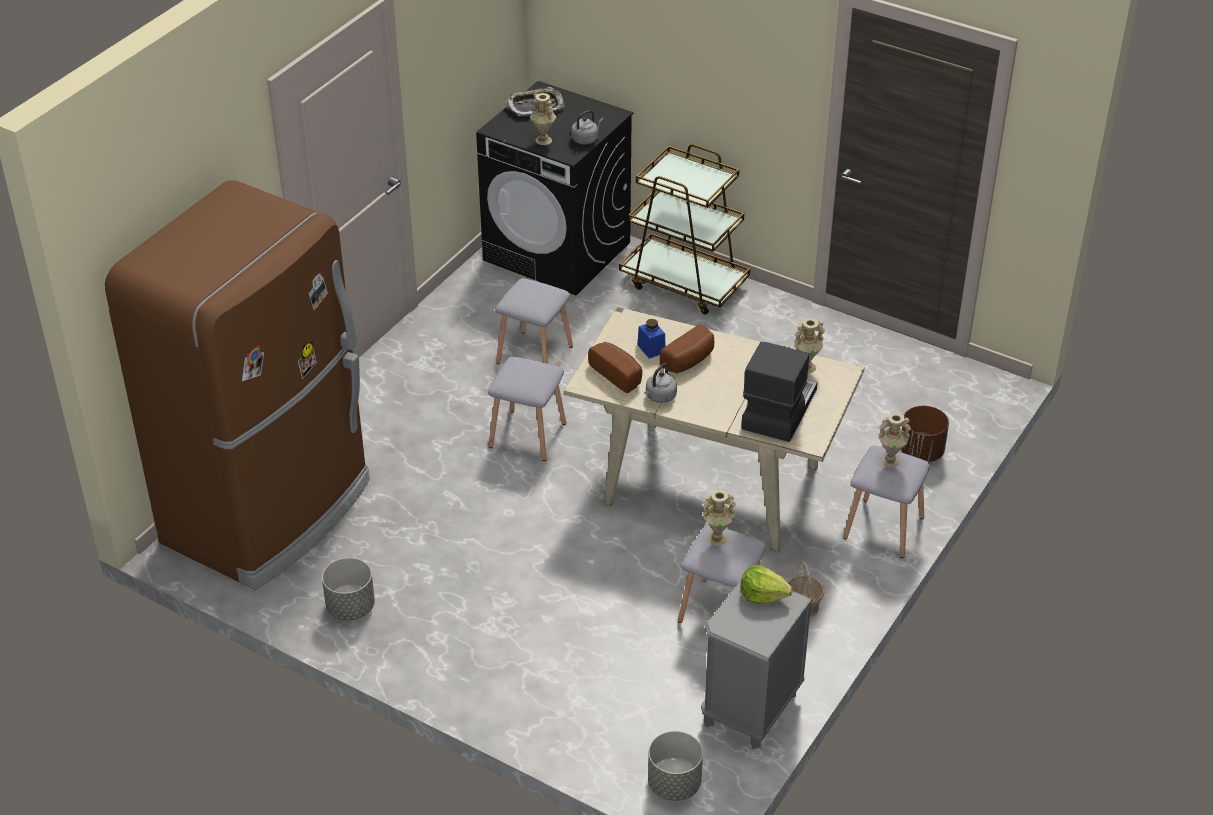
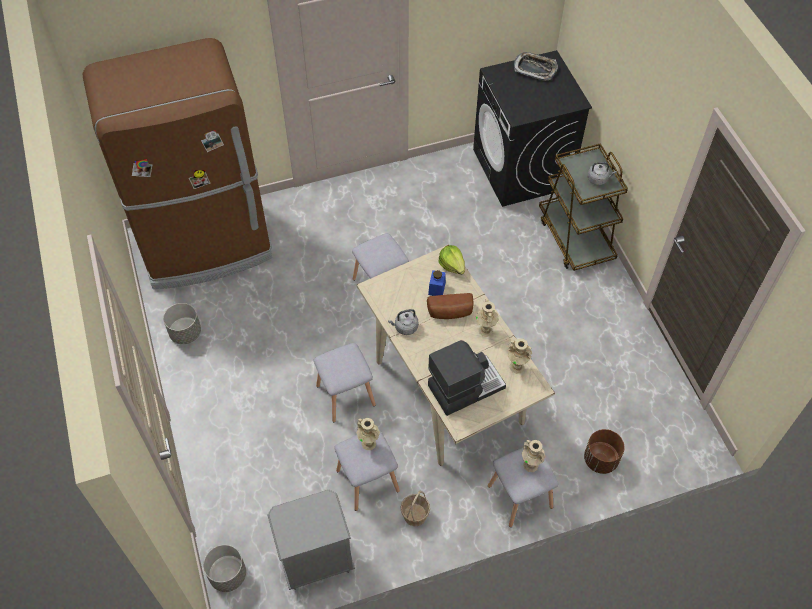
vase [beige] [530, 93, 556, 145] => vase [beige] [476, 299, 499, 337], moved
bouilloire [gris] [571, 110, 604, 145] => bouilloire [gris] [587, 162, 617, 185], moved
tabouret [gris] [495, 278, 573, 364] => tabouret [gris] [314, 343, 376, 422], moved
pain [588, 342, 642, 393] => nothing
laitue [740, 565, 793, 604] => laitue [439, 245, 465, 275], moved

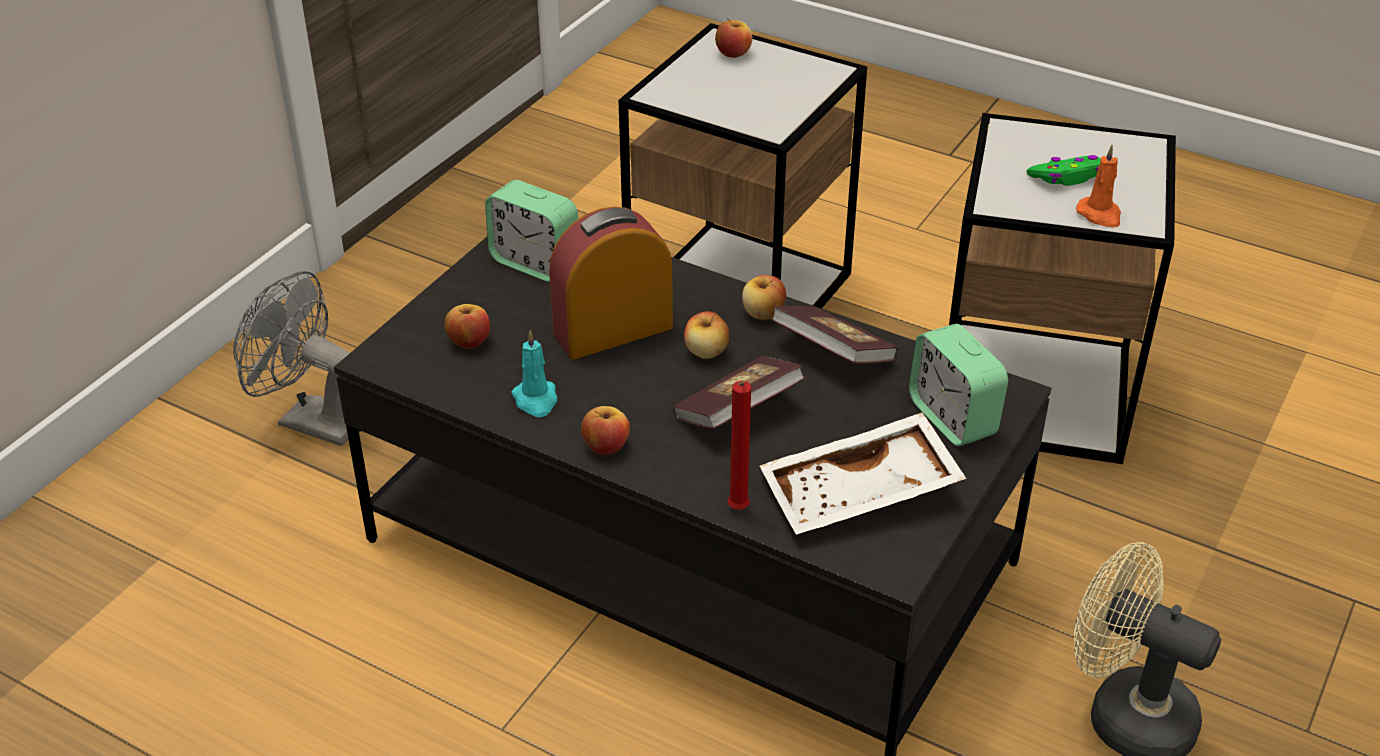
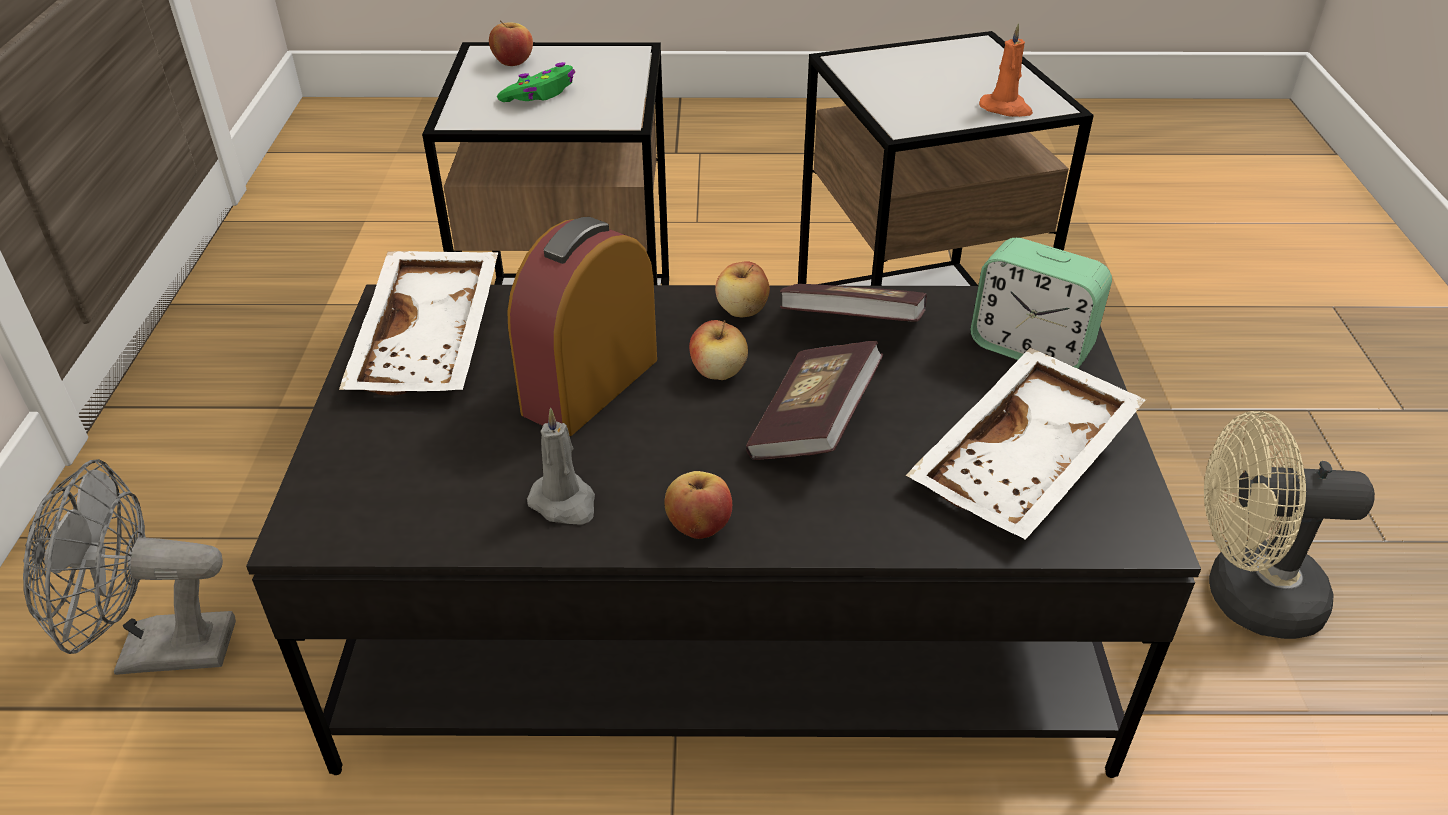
manette [vert] [1027, 155, 1101, 186] => manette [vert] [497, 62, 575, 102], moved
réveil [485, 180, 578, 282] => plateau [blanc] [339, 251, 499, 396]
pomme [444, 304, 490, 349] => nothing
bougie [turquoise] [511, 330, 557, 417] => bougie [gris] [527, 408, 595, 525]
bougie [rouge] [728, 381, 751, 509] => nothing

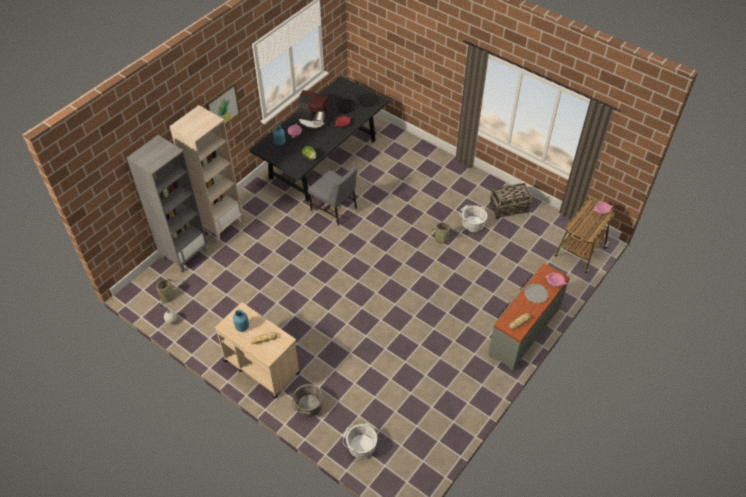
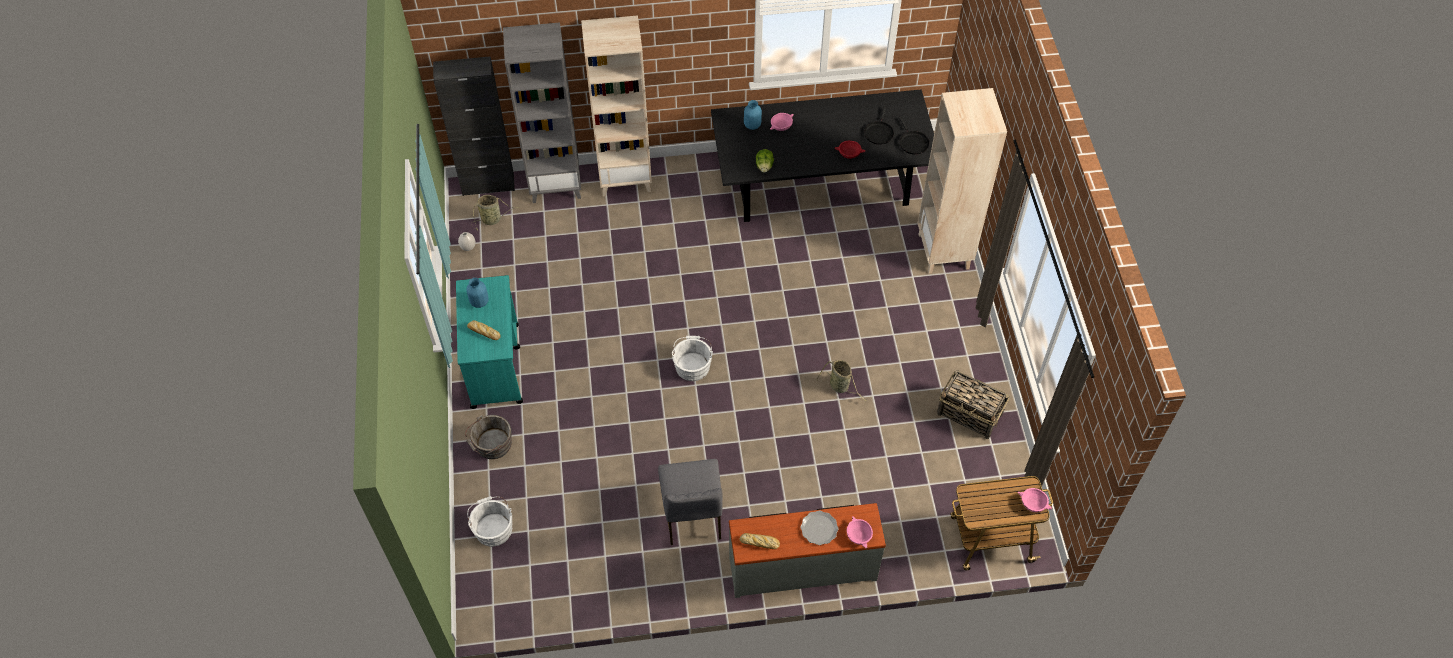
tableau [206, 84, 240, 125] => nothing
machine à café [297, 90, 331, 131] => nothing
chaise [gris] [308, 165, 357, 226] => chaise [gris] [658, 459, 723, 545], moved
seau [blanc] [459, 204, 487, 232] => seau [blanc] [672, 336, 713, 381], moved
chariot [beige] [215, 302, 300, 399] => chariot [turquoise] [456, 275, 523, 409]
nothing => meuble de rangement [noir] [433, 56, 515, 196]
nothing => bibliothèque [beige] [918, 88, 1007, 274]

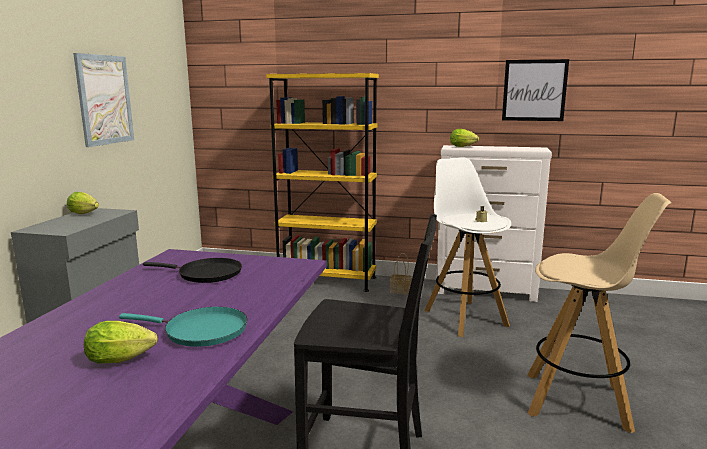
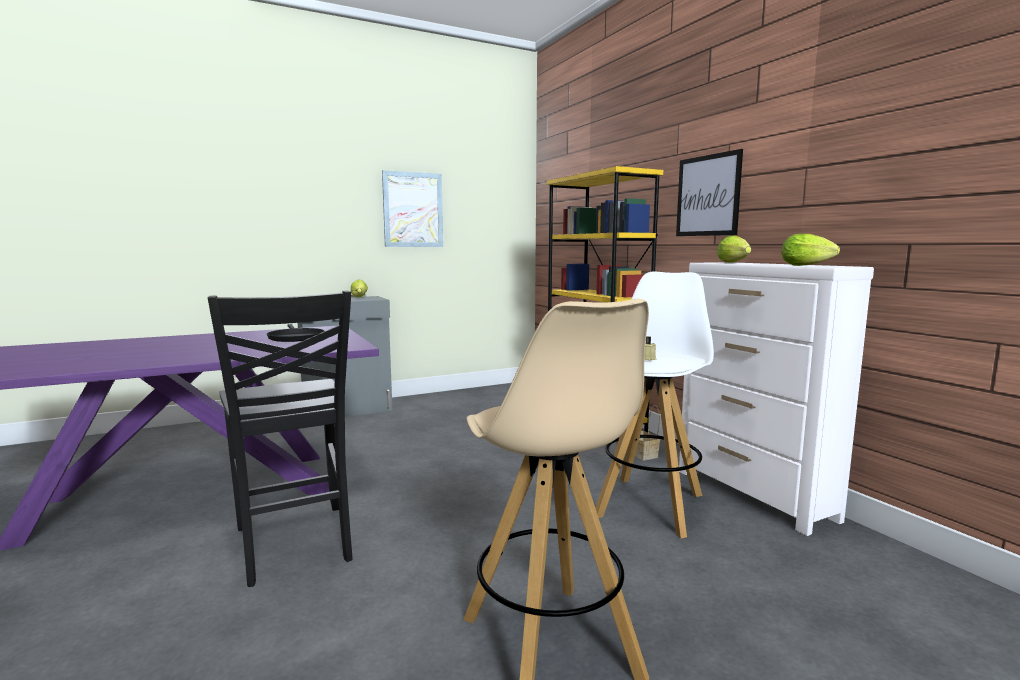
tableau [502, 59, 569, 121] => tableau [676, 149, 743, 236], moved
poêle [turquoise] [119, 307, 247, 347] => nothing
laitue [84, 321, 158, 363] => laitue [781, 234, 840, 266], moved

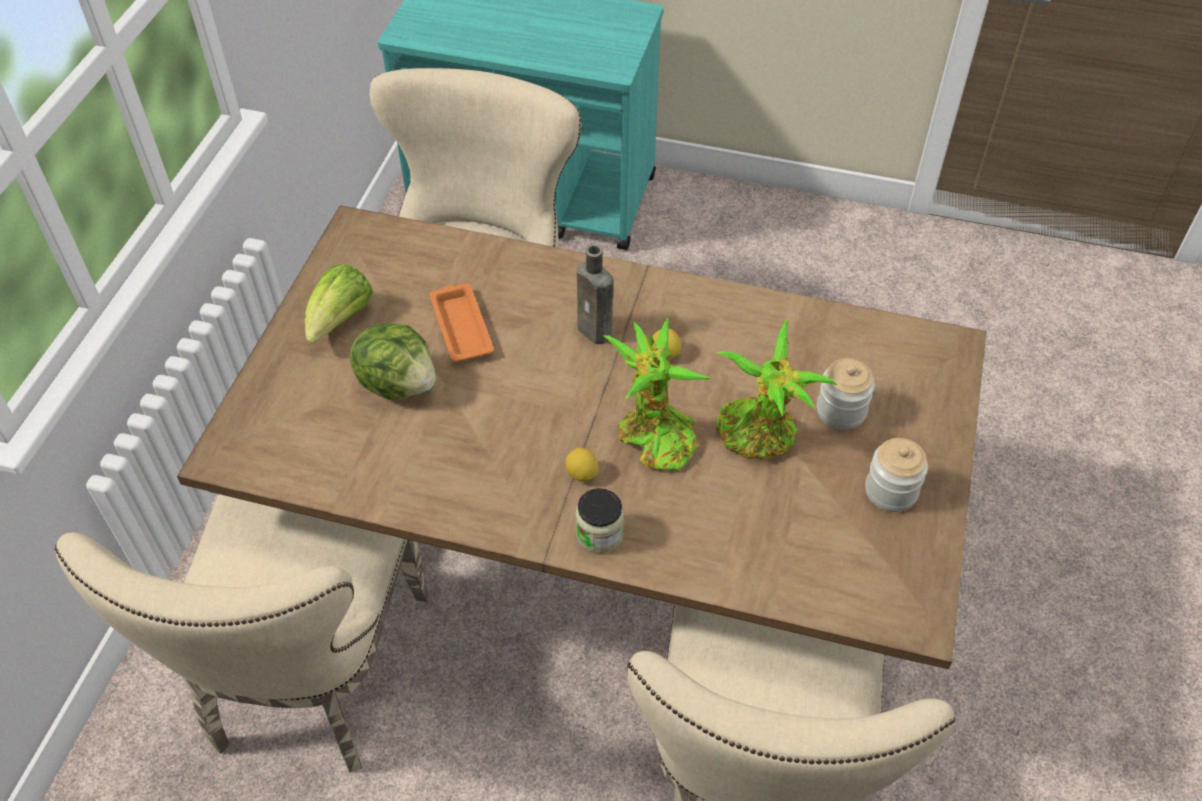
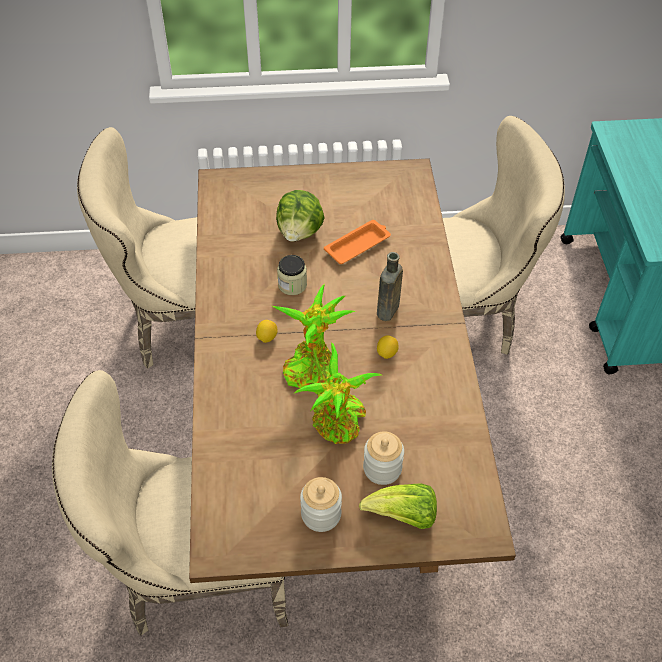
laitue [305, 264, 373, 344] => laitue [359, 484, 437, 529], moved
bocal [576, 488, 624, 553] => bocal [277, 255, 307, 295], moved

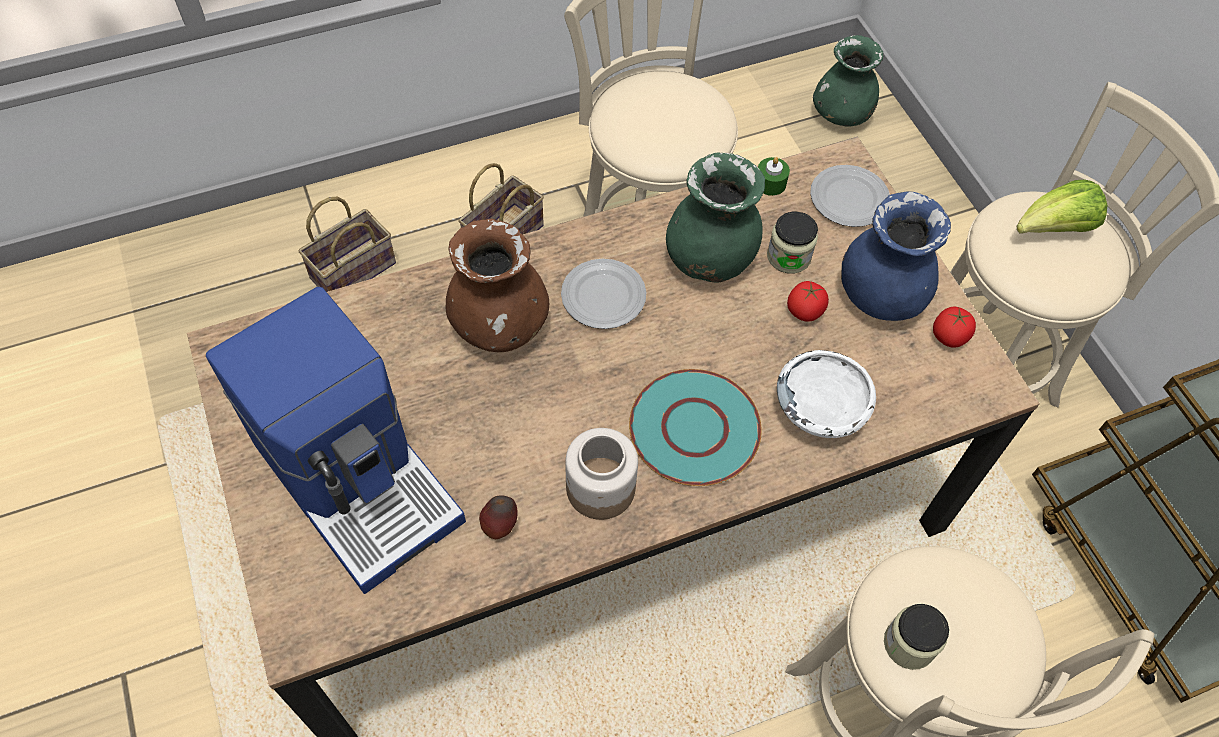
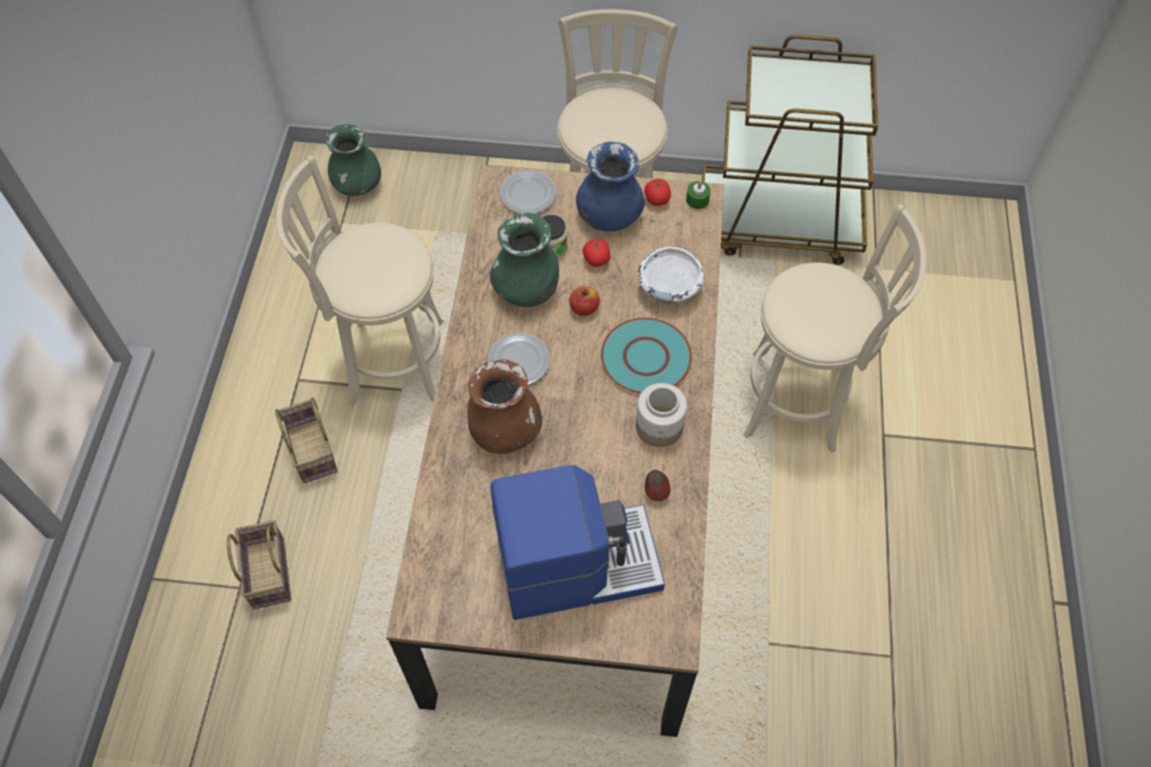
bougie [vert] [758, 157, 790, 196] => bougie [vert] [686, 181, 711, 209], moved
laitue [1017, 180, 1107, 233] => nothing
bocal [884, 604, 949, 670] => nothing
nothing => pomme [569, 286, 600, 316]

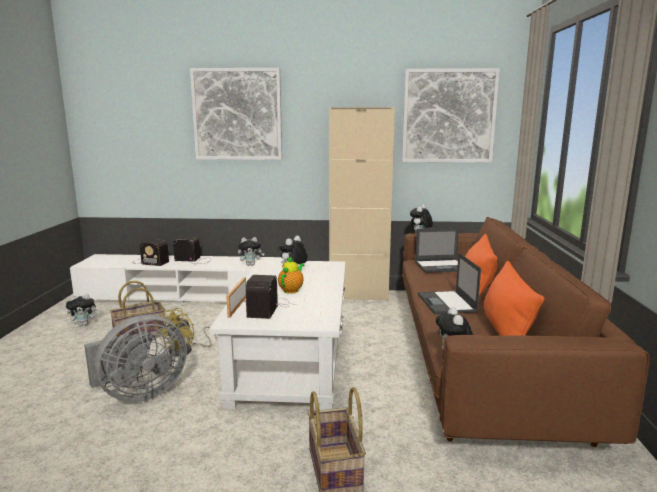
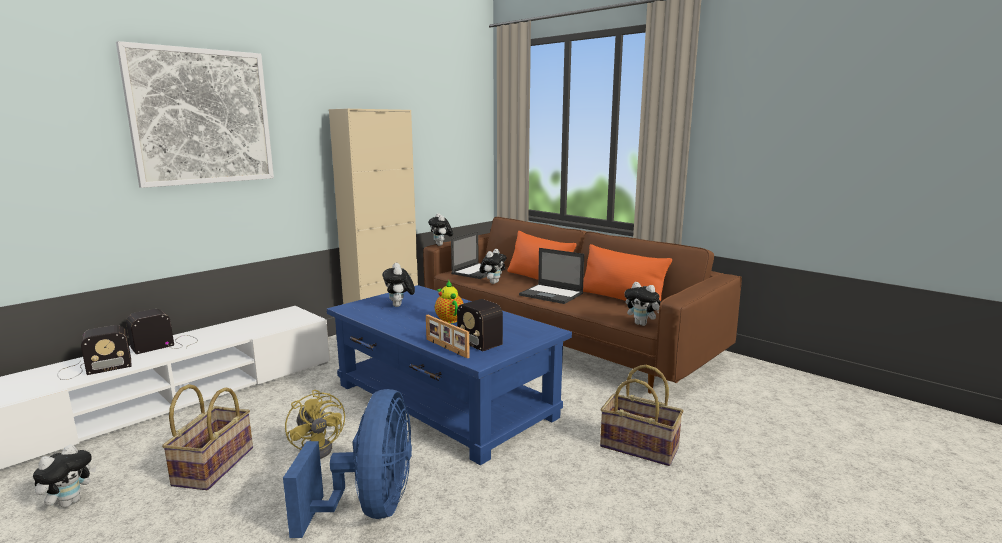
tableau [402, 68, 500, 163] => nothing
peluche [238, 237, 265, 266] => peluche [479, 249, 507, 284], moved
table basse [blanc] [209, 260, 346, 410] => table basse [bleu] [327, 285, 572, 465]
ventilateur [gris] [84, 315, 187, 403] => ventilateur [bleu] [283, 389, 412, 538]

